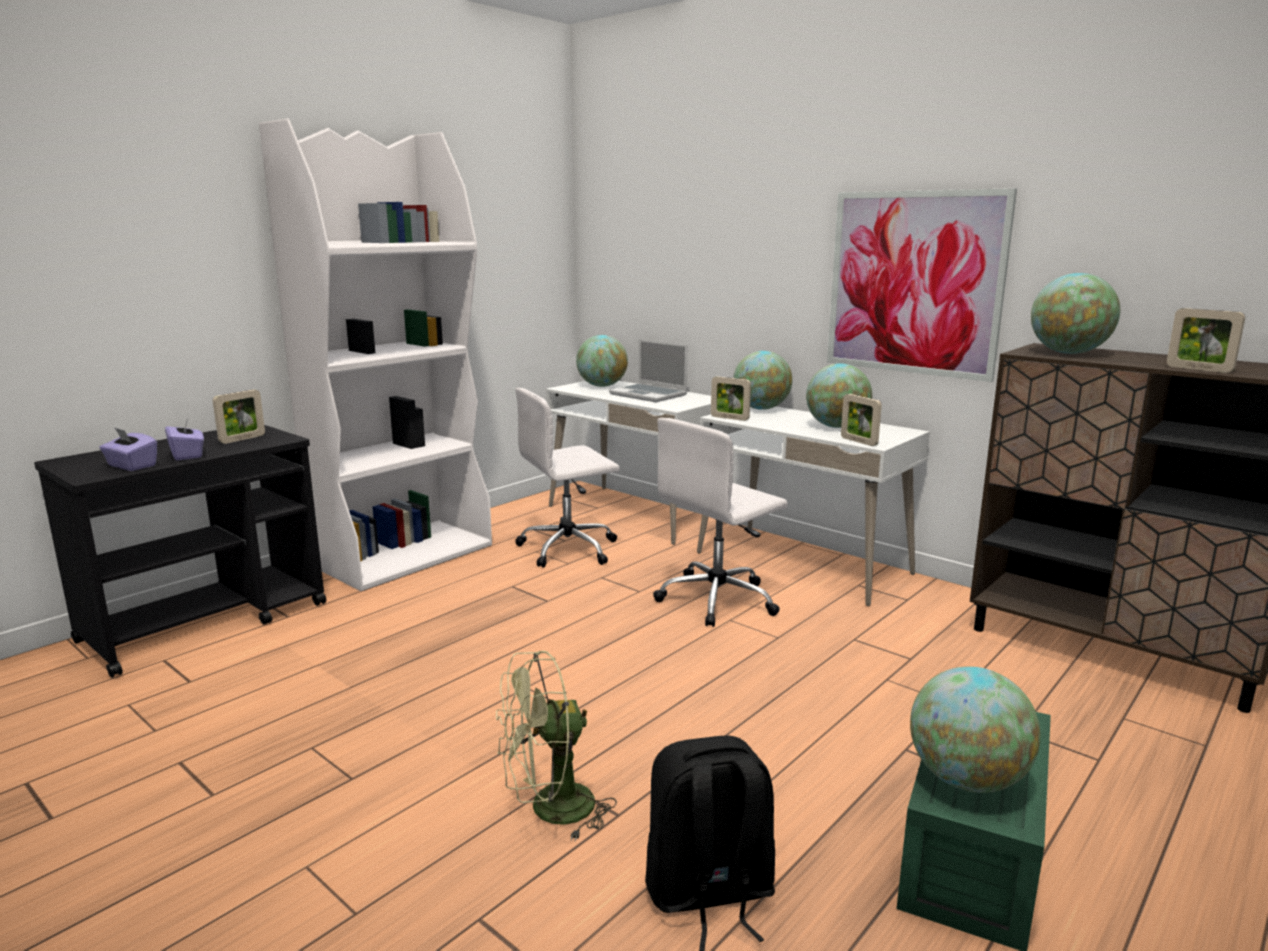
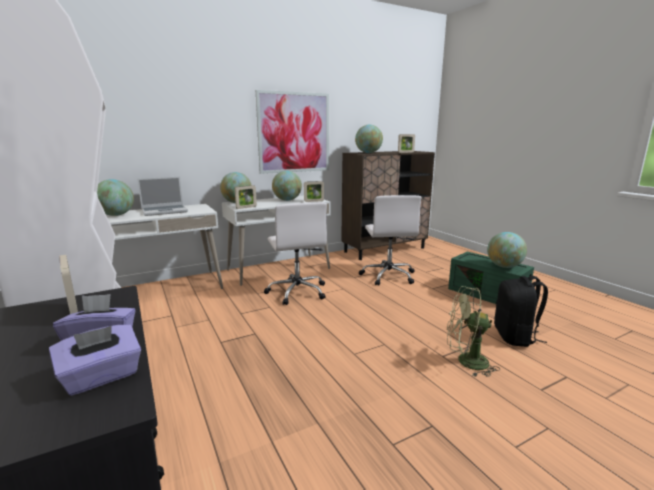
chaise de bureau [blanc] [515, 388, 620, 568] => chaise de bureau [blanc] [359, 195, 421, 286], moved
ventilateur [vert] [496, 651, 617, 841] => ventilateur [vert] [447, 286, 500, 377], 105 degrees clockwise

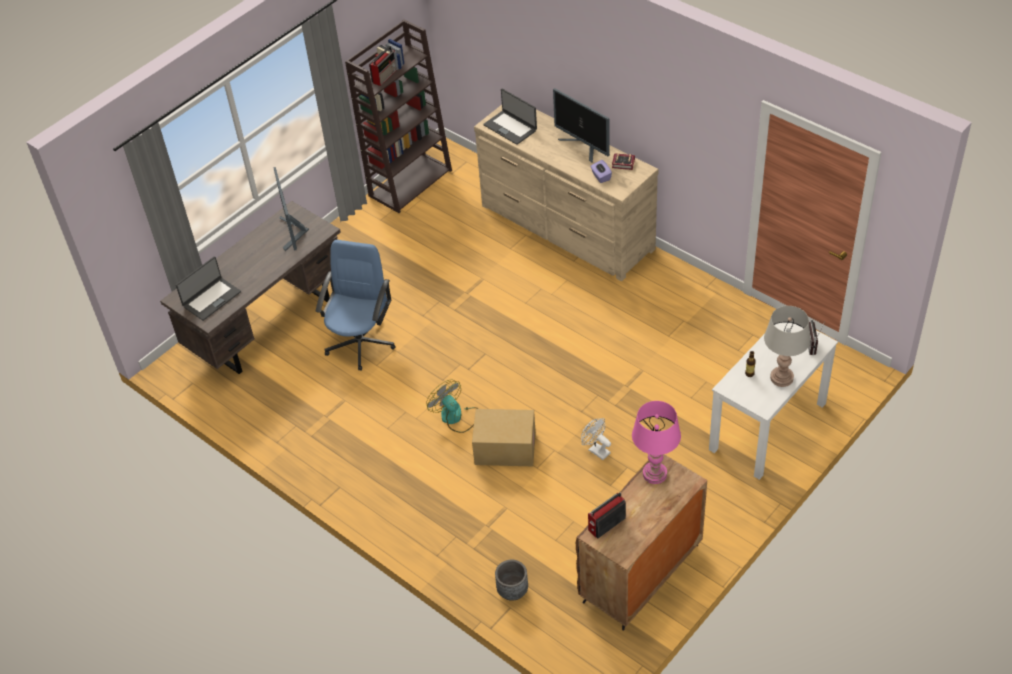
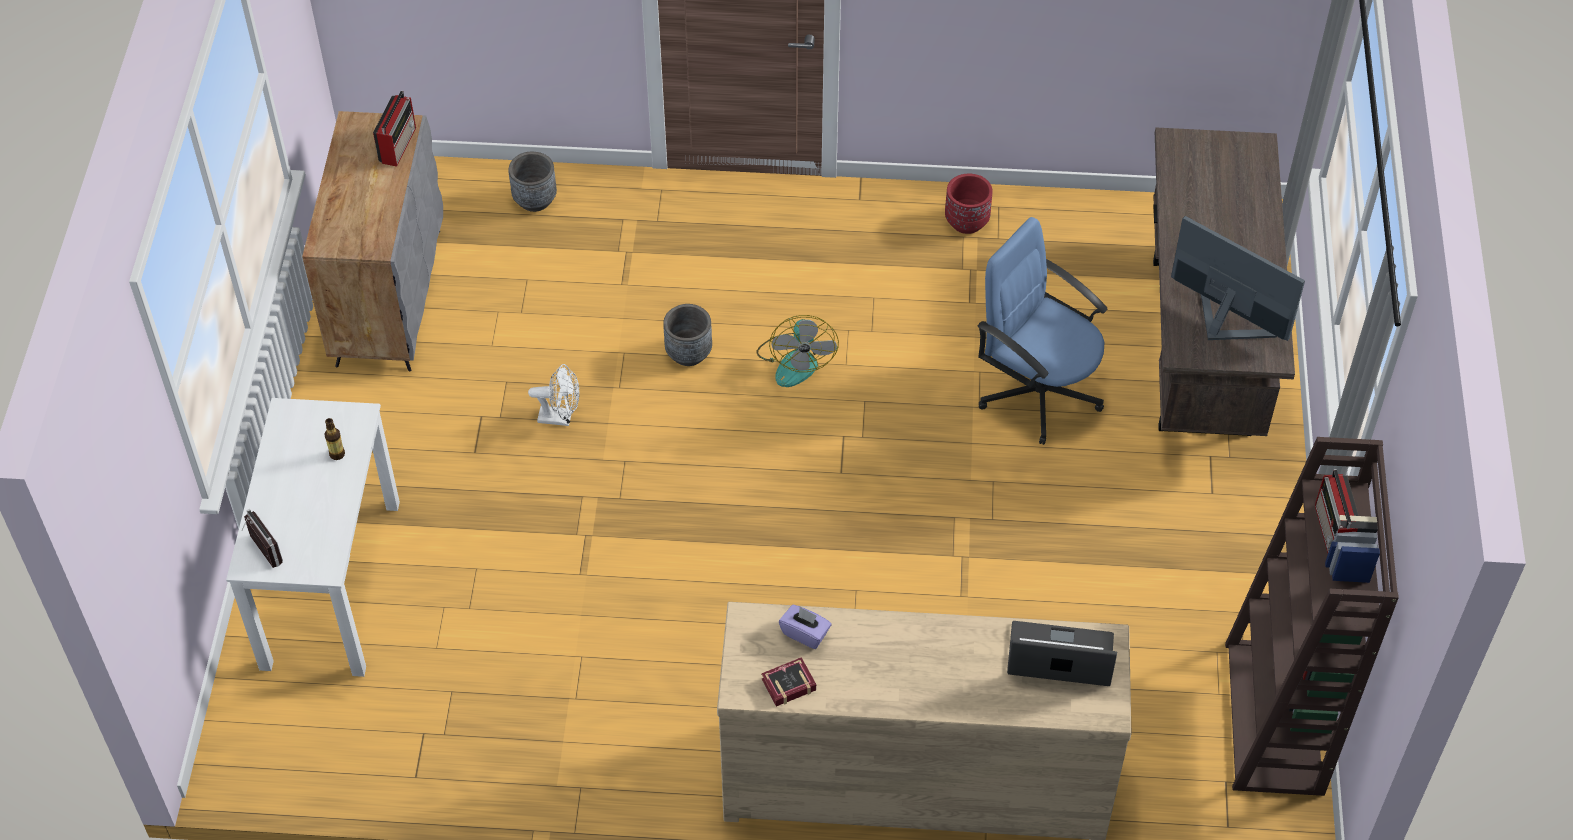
écran d'ordinateur [553, 88, 610, 163] => nothing
chaise de bureau [bleu] [316, 240, 395, 371] => chaise de bureau [bleu] [978, 217, 1107, 445], 150 degrees clockwise
ordinateur portable [176, 256, 241, 321] => nothing
lampe de table [gris] [764, 306, 811, 387] => nothing
ventilateur [426, 380, 479, 433] => ventilateur [757, 315, 839, 387], 75 degrees clockwise
lampe de table [rose] [632, 401, 681, 484] => nothing
carton [472, 409, 536, 466] => cache-pot [gris] [663, 304, 712, 366]
meuble de rangement [marron] [576, 454, 707, 631] => meuble de rangement [gris] [302, 111, 443, 372]
nothing => cache-pot [rouge] [945, 174, 993, 234]

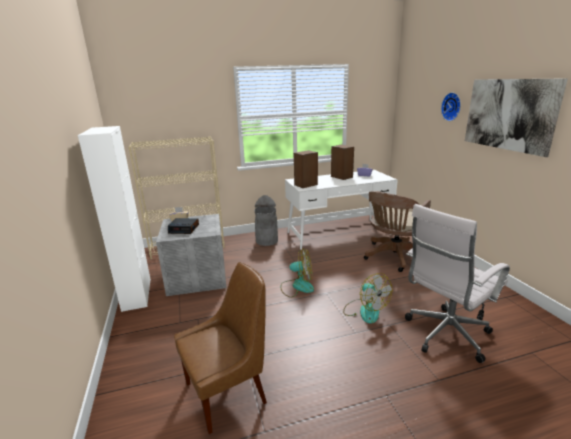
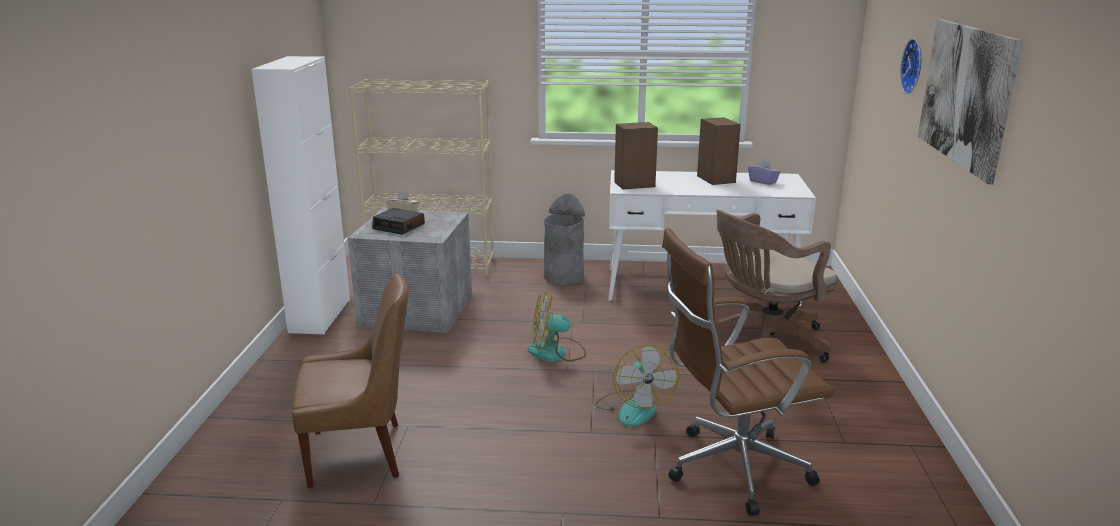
chaise de bureau [blanc] [405, 204, 510, 363] => chaise de bureau [marron] [662, 228, 835, 516]
ventilateur [281, 250, 314, 298] => ventilateur [528, 292, 586, 362], 150 degrees clockwise

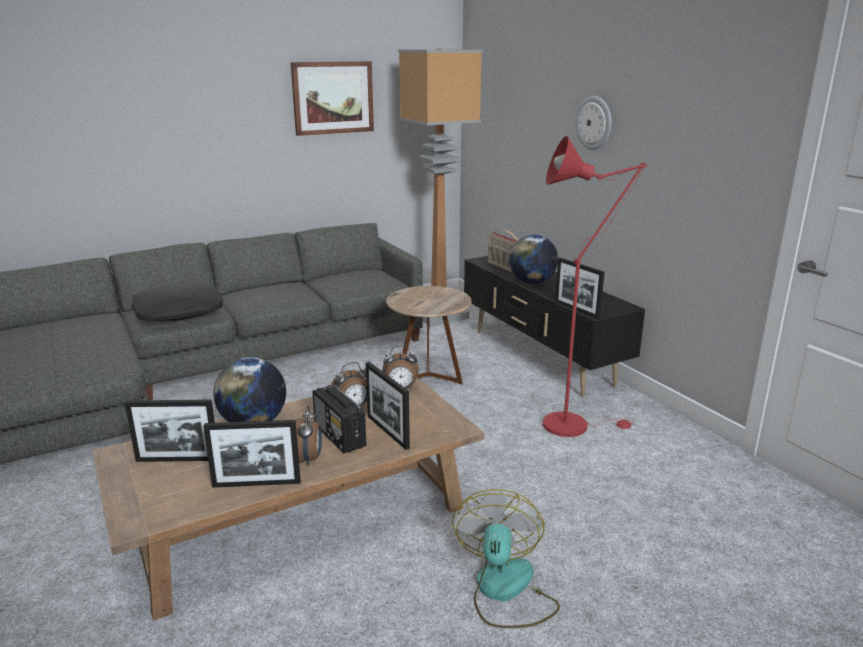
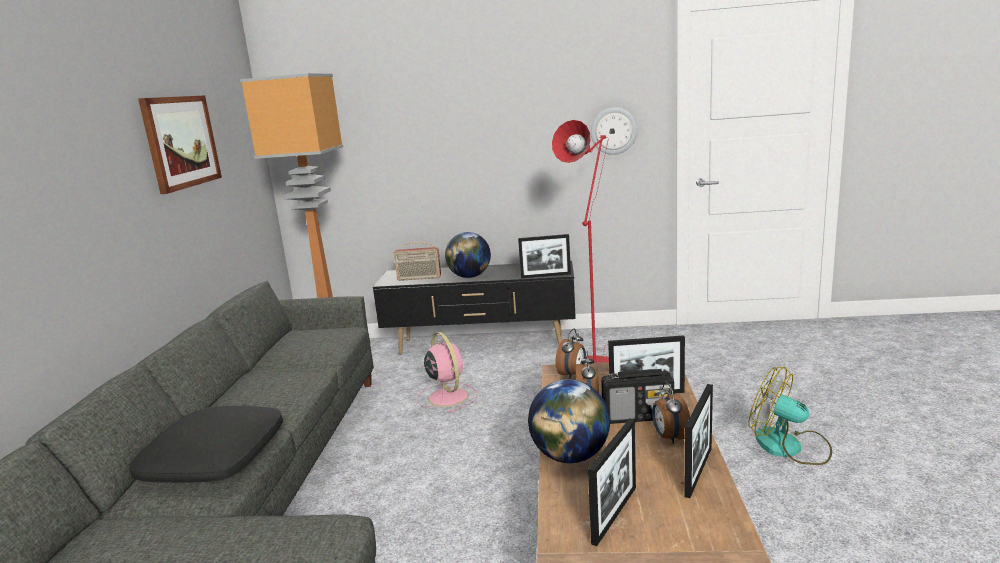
horloge murale [575, 96, 612, 150] => horloge murale [591, 107, 637, 155], moved
table d'appoint [marron] [386, 286, 471, 384] => ventilateur [rose] [417, 332, 478, 413]
réveil [295, 405, 322, 466] => réveil [652, 381, 690, 444], 135 degrees counterclockwise

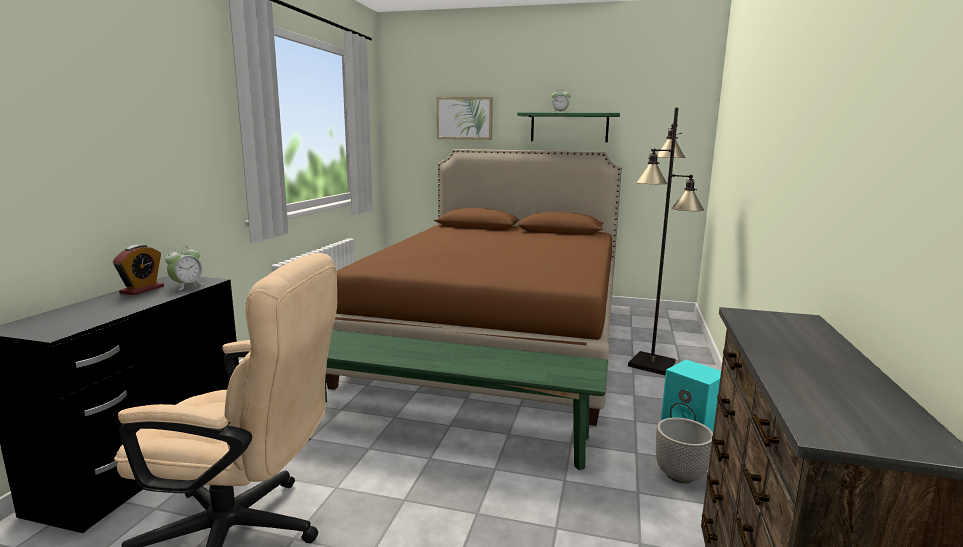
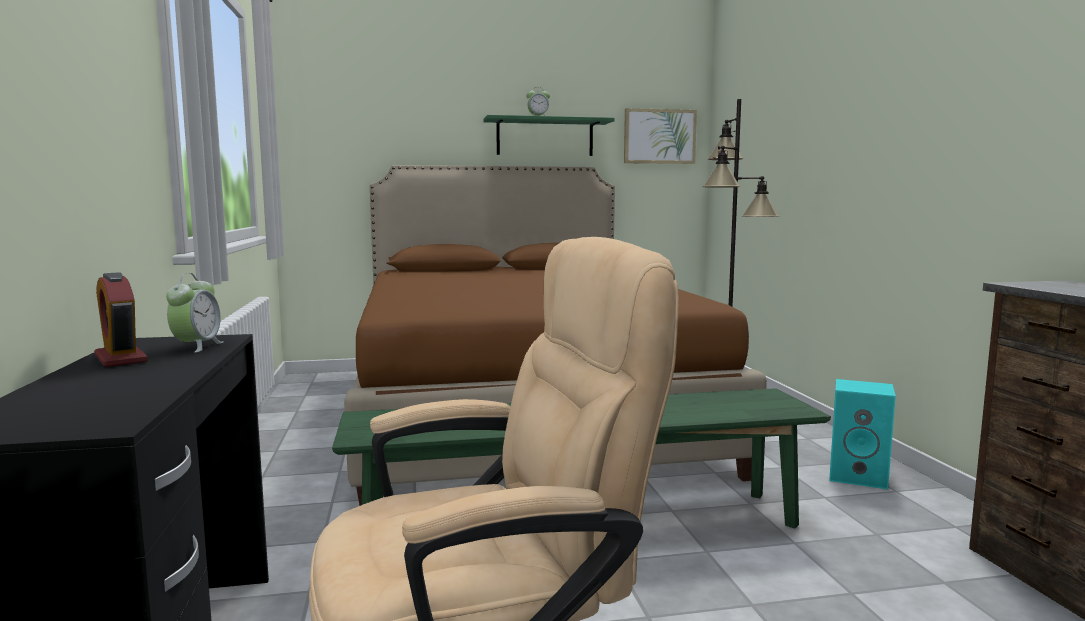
tableau [436, 97, 493, 140] => tableau [624, 108, 697, 164], moved
réveil [113, 245, 164, 295] => réveil [94, 272, 148, 367], 150 degrees clockwise
cache-pot [656, 417, 713, 484] => nothing

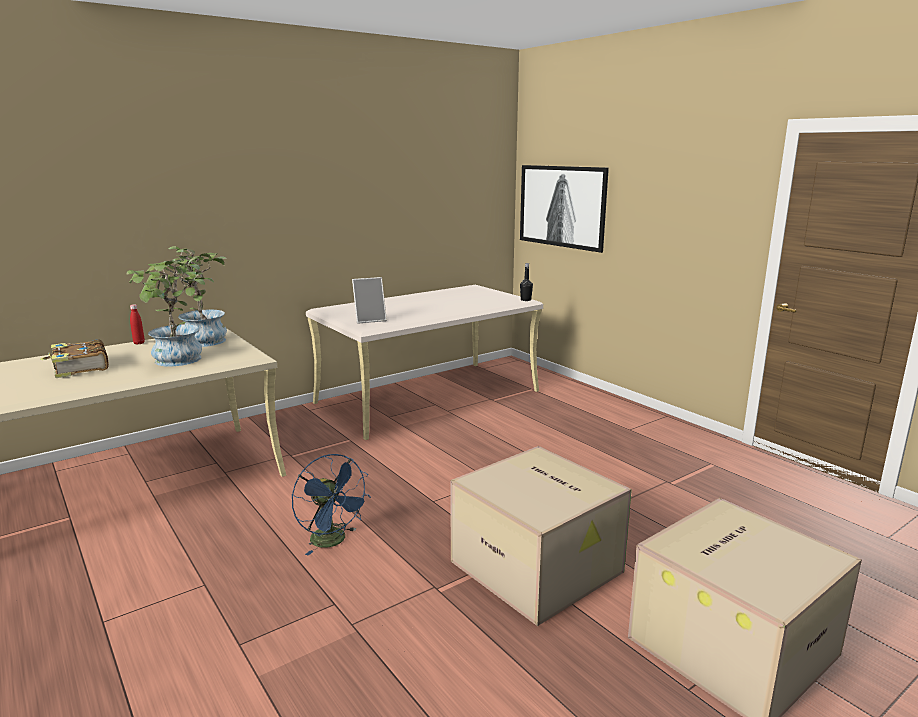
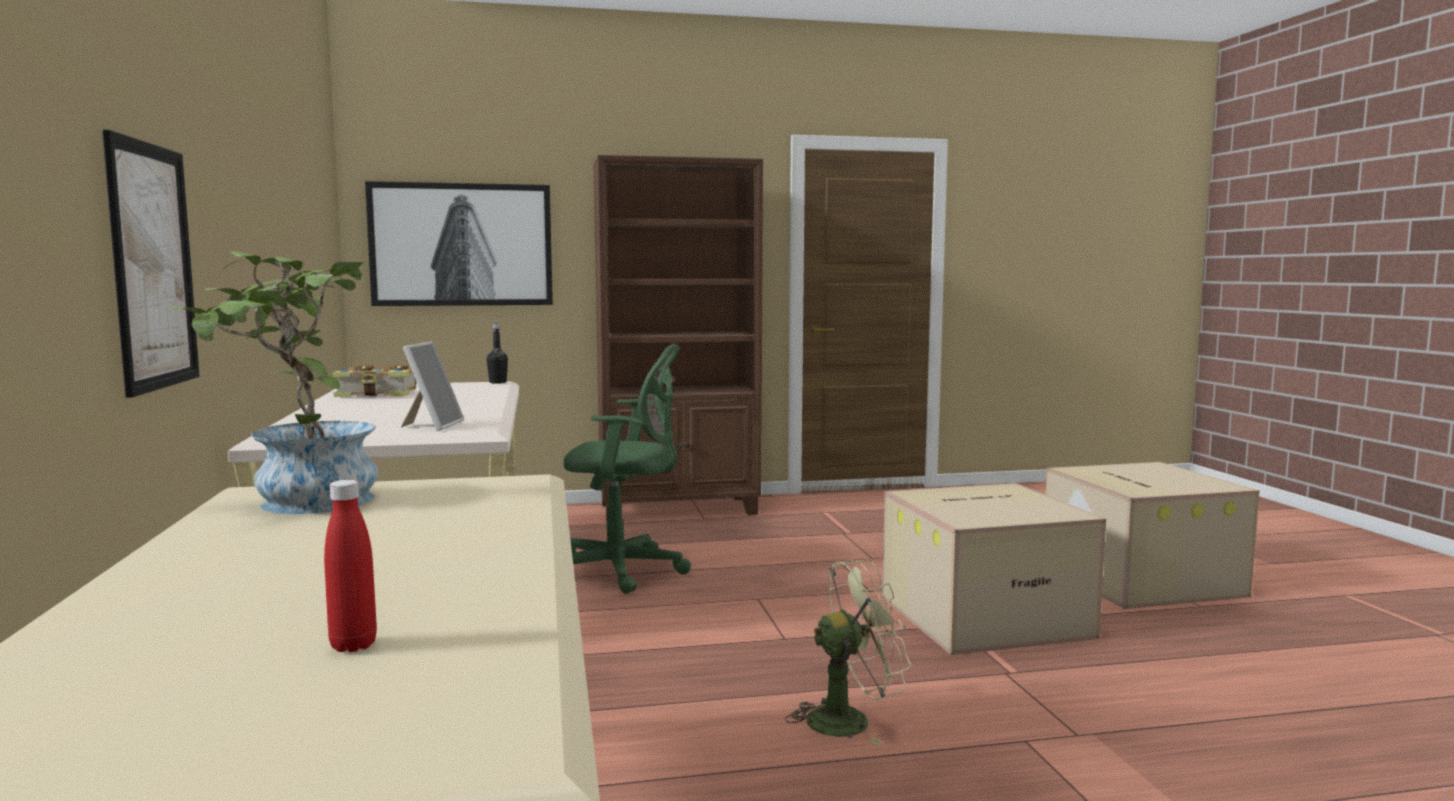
plante en pot [127, 257, 205, 366] => nothing
bouteille [rouge] [130, 304, 145, 345] => bouteille [rouge] [324, 480, 377, 652], moved
livre [40, 339, 109, 378] => livre [332, 365, 416, 397], moved
ventilateur [bleu] [292, 454, 371, 556] => ventilateur [vert] [785, 559, 912, 746]
nothing => tableau [102, 130, 200, 398]
nothing => bibliothèque [marron] [593, 155, 763, 521]
nothing => chaise de bureau [vert] [563, 344, 691, 594]

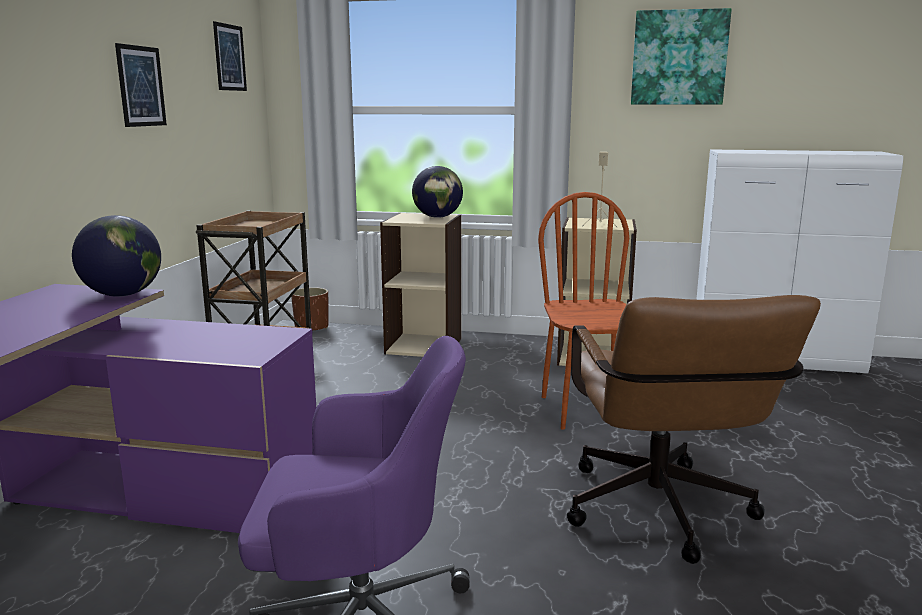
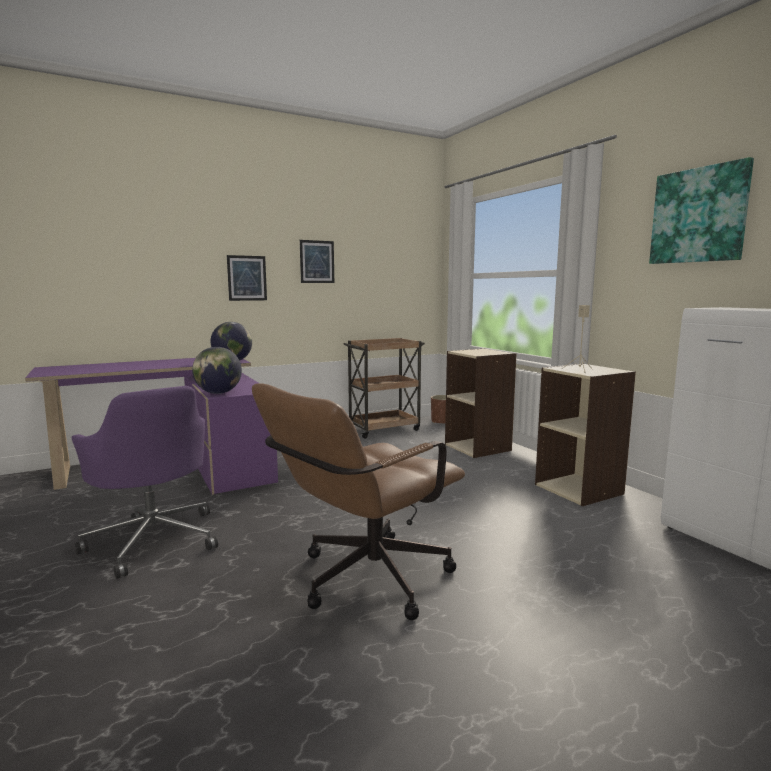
tableau [213, 21, 247, 91] => tableau [227, 255, 267, 301], moved
globe [412, 166, 463, 218] => globe [192, 347, 242, 394], moved
chaise [marron] [538, 192, 629, 430] => nothing

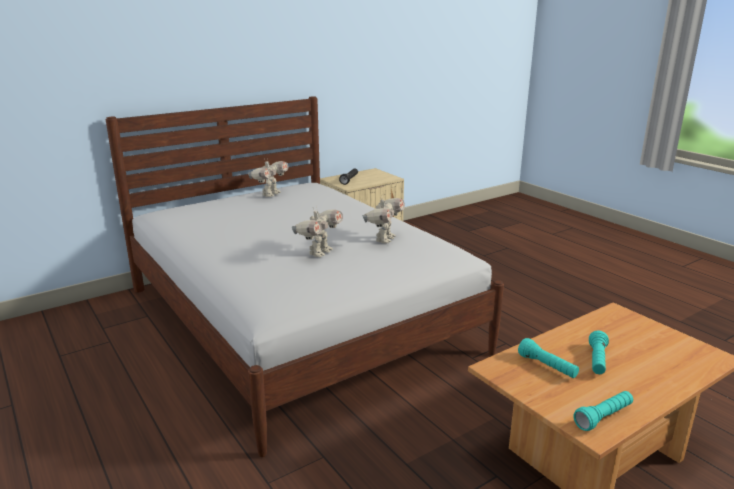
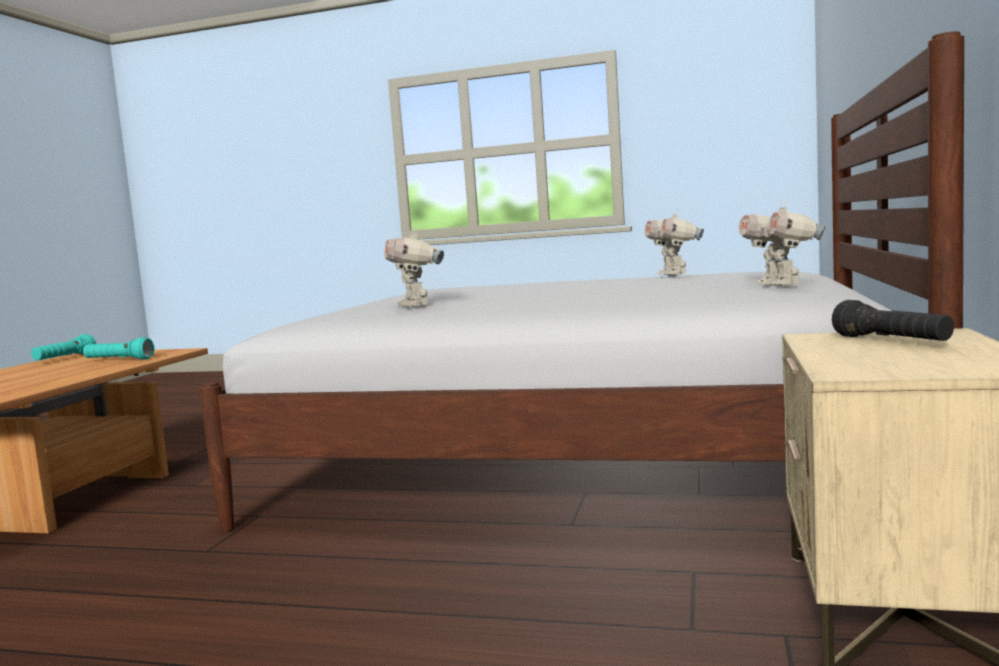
robot jouet [292, 207, 343, 257] => robot jouet [645, 208, 704, 276], moved
lampe de poche [turquoise] [589, 330, 609, 374] => nothing

